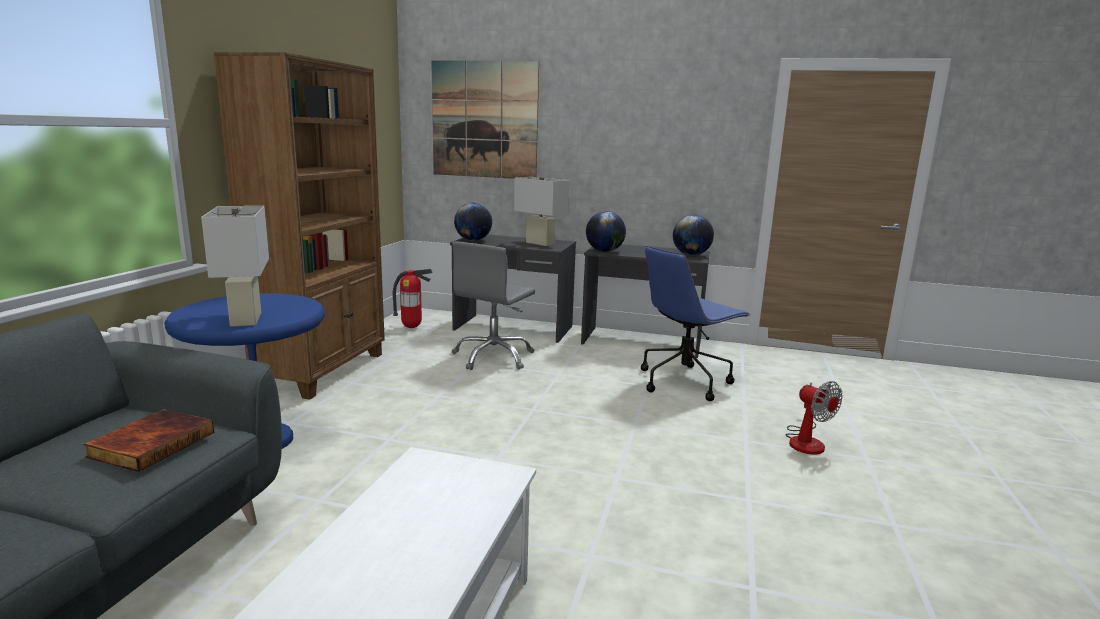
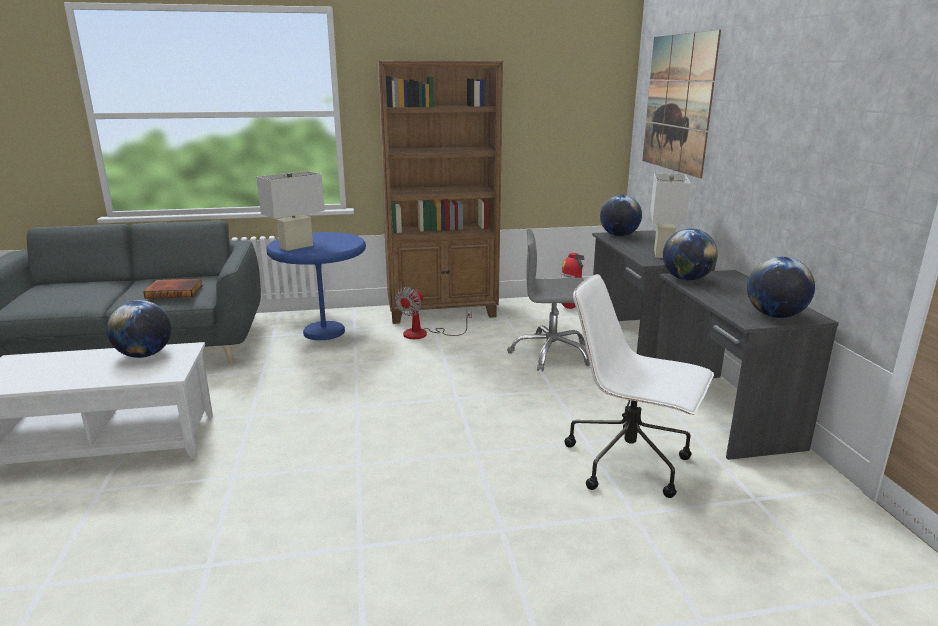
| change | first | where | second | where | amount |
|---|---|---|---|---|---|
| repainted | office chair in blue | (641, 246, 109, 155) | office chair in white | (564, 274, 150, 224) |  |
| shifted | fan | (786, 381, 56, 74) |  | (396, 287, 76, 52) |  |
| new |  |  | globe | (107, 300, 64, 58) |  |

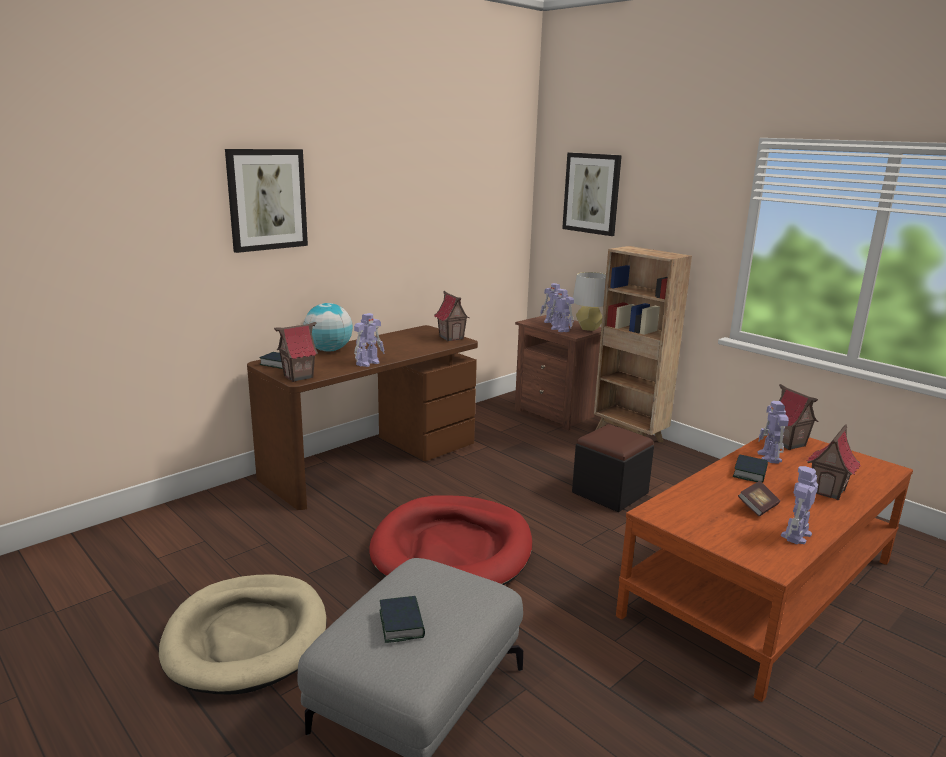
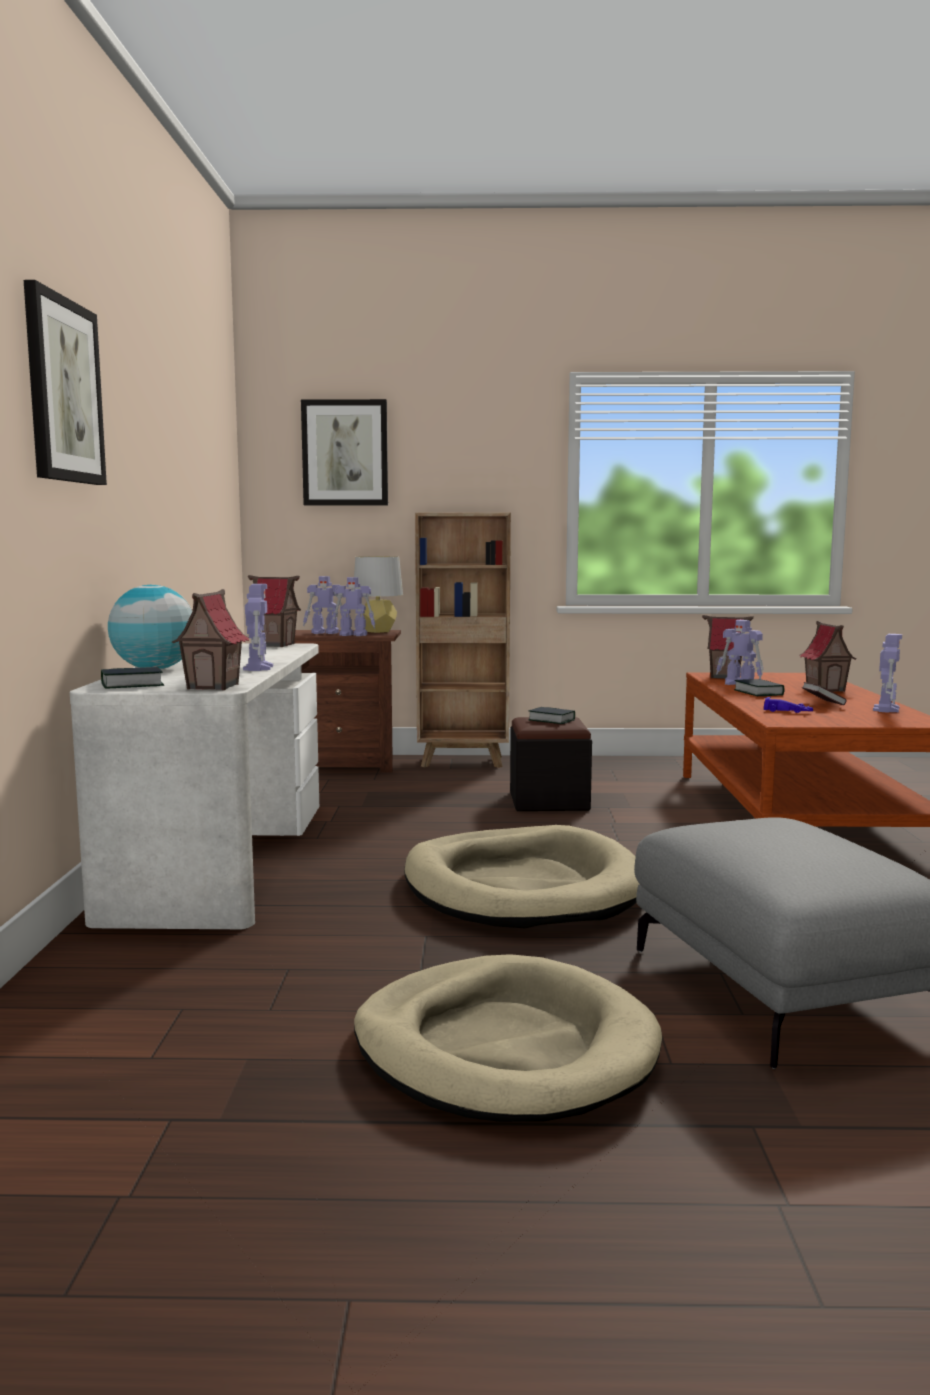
| change | first | where | second | where | amount |
|---|---|---|---|---|---|
| repainted | desk in brown | (247, 325, 231, 185) | desk in white | (70, 643, 249, 286) |  |
| repainted | dog bed in red | (369, 495, 163, 90) | dog bed in beige | (404, 825, 236, 103) |  |
| shifted | book | (380, 596, 45, 47) |  | (528, 707, 47, 17) |  |
| rotated | toy robot | (781, 466, 37, 79) |  | (873, 634, 29, 79) | 150 degrees counterclockwise |
| new |  |  | toy car in purple | (764, 697, 49, 16) |  |

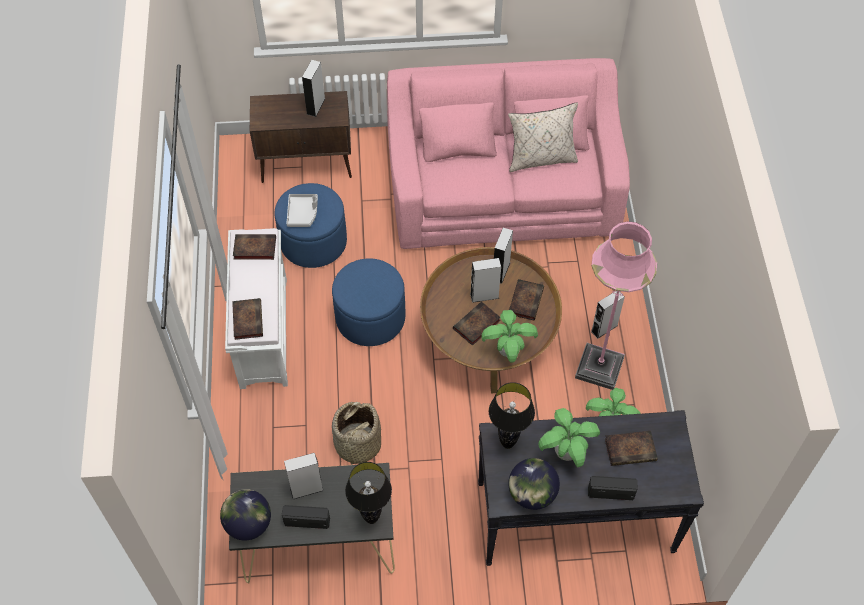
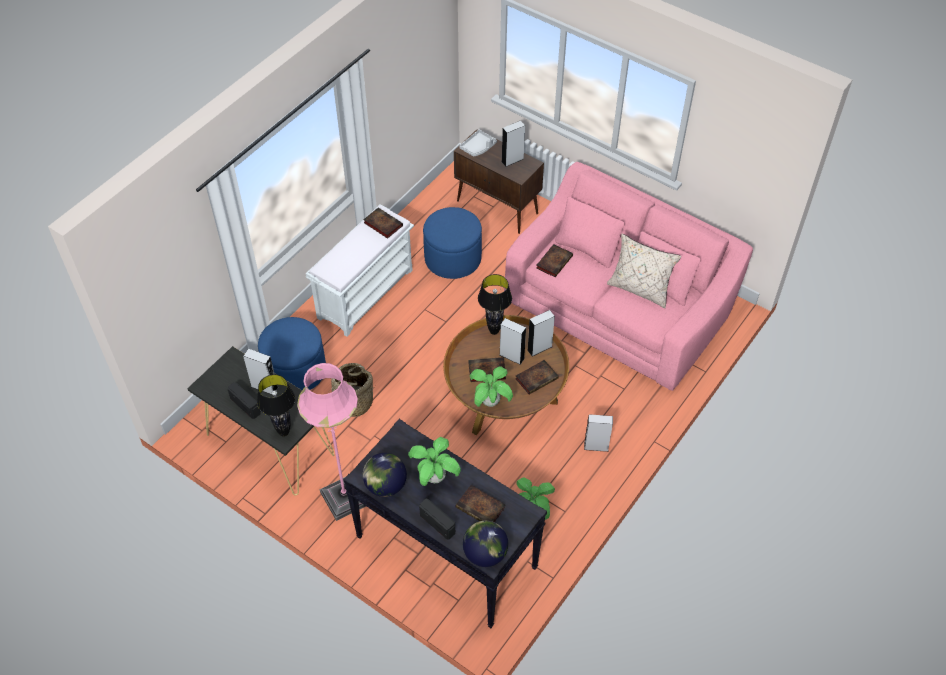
| change | first | where | second | where | amount |
|---|---|---|---|---|---|
| shifted | globe | (220, 489, 51, 51) |  | (463, 521, 45, 46) |  |
| shifted | book | (232, 298, 31, 42) |  | (536, 244, 37, 33) |  |
| shifted | tray in grey | (286, 194, 32, 33) |  | (459, 130, 38, 26) |  |
| shifted | ottoman in blue | (332, 258, 73, 88) |  | (258, 317, 68, 73) |  |
| shifted | table lamp in black | (489, 382, 46, 67) |  | (478, 274, 34, 61) |  |
| shifted | floor lamp in pink | (575, 221, 82, 169) |  | (297, 363, 69, 158) |  |

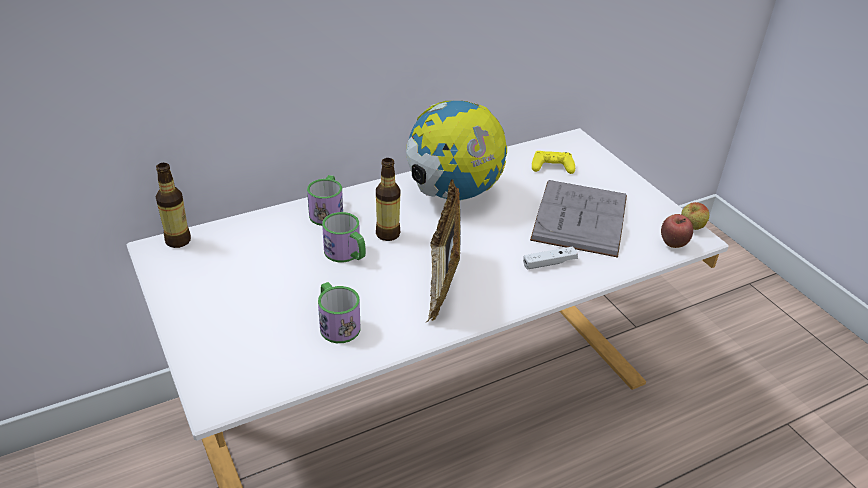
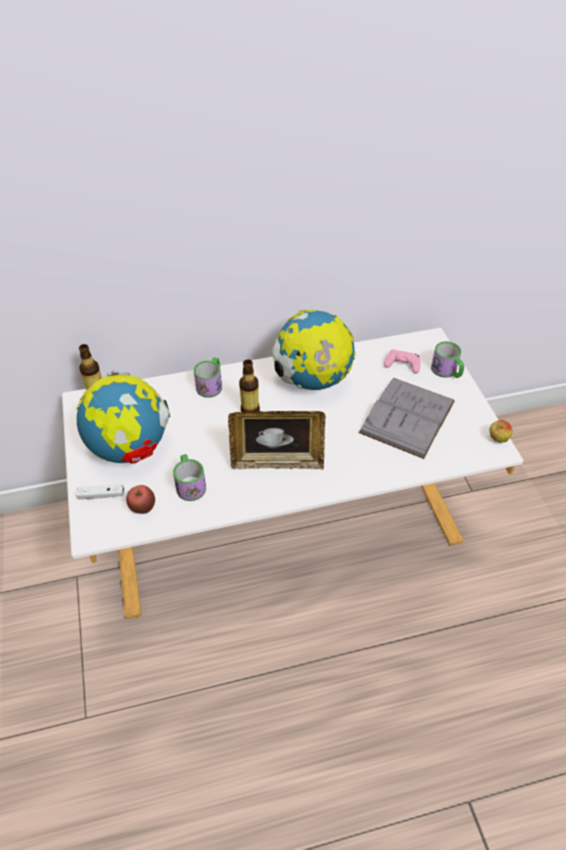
| change | first | where | second | where | amount |
|---|---|---|---|---|---|
| shifted | mug | (322, 212, 44, 50) |  | (431, 341, 33, 37) |  |
| rotated | picture frame | (427, 179, 34, 143) |  | (228, 411, 97, 59) | 105 degrees counterclockwise |
| shifted | game controller in white | (523, 247, 55, 22) |  | (76, 485, 48, 14) |  |
| repainted | game controller in yellow | (532, 151, 43, 23) | game controller in pink | (384, 349, 36, 25) |  |
| shifted | apple | (661, 214, 32, 34) |  | (126, 485, 29, 29) |  |
| new |  |  | globe | (77, 370, 93, 93) |  |

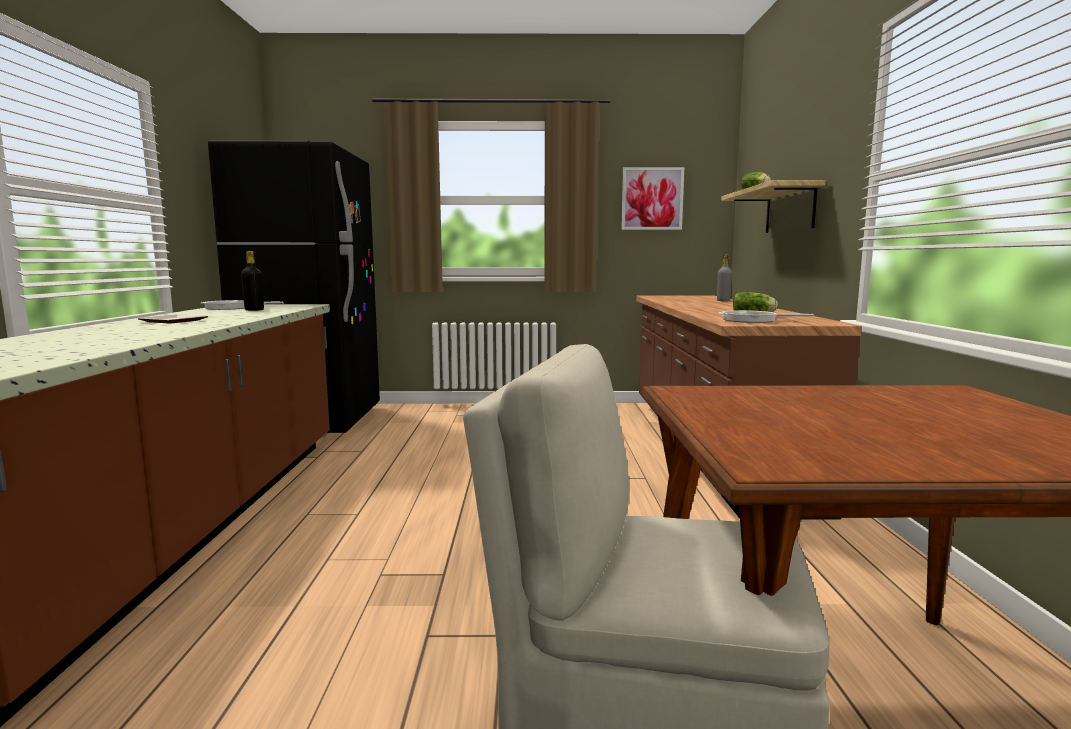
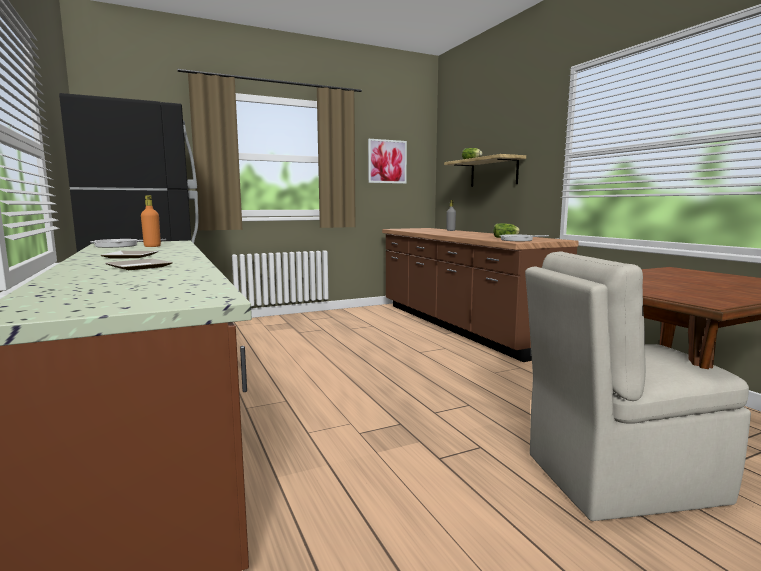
| change | first | where | second | where | amount |
|---|---|---|---|---|---|
| repainted | bottle in black | (241, 251, 23, 60) | bottle in orange | (141, 195, 20, 52) |  |
| new |  |  | plate | (105, 259, 68, 11) |  |

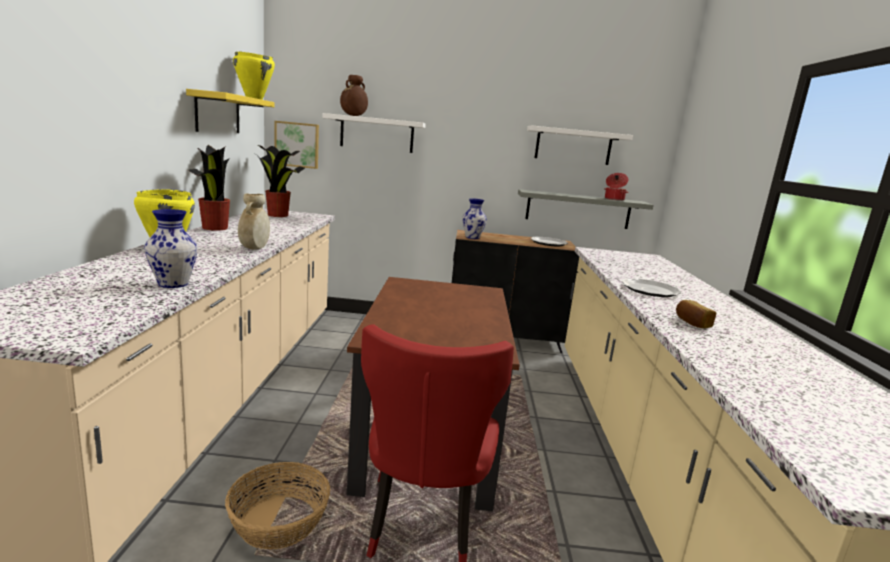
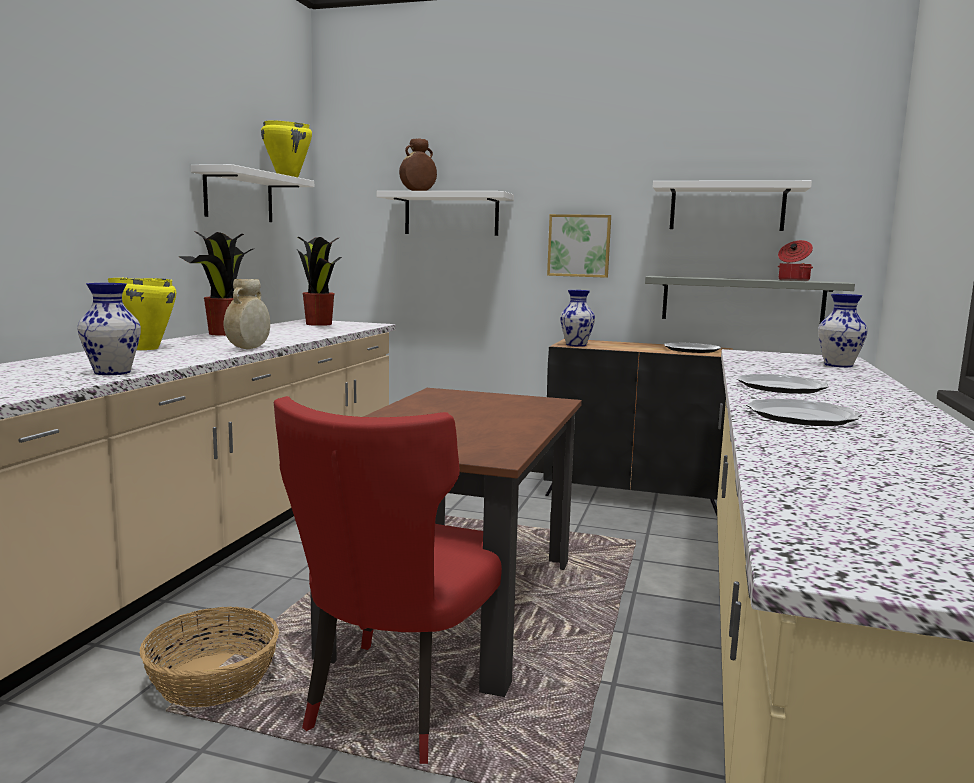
| change | first | where | second | where | amount |
|---|---|---|---|---|---|
| repainted | shelf in yellow | (186, 89, 89, 44) | shelf in white | (191, 164, 123, 58) |  |
| shifted | picture | (275, 121, 44, 48) |  | (547, 214, 64, 64) |  |
| swapped | bread | (676, 300, 40, 28) | plate | (746, 399, 116, 27) |  |
| new |  |  | vase | (818, 294, 50, 73) |  |

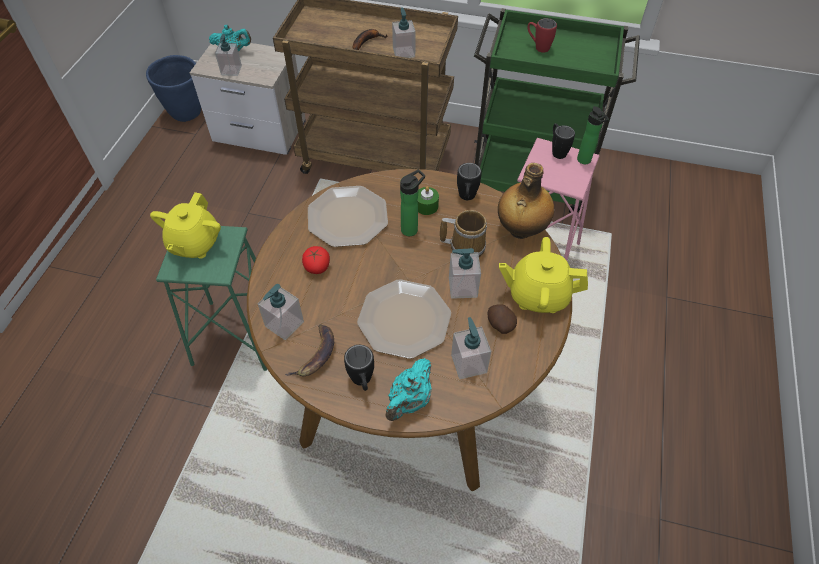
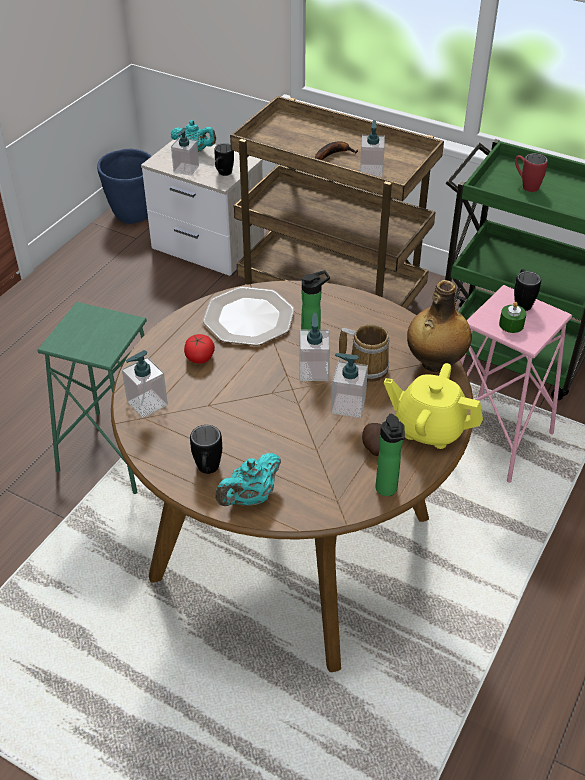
| change | first | where | second | where | amount |
|---|---|---|---|---|---|
| gone | teapot in yellow | (150, 192, 71, 67) |  |  |  |
| gone | banana | (285, 325, 49, 51) |  |  |  |
| gone | plate | (357, 279, 94, 80) |  |  |  |
| shifted | candle in green | (417, 186, 22, 29) |  | (499, 302, 28, 31) |  |
| shifted | soap dispenser | (451, 317, 40, 62) |  | (300, 313, 30, 68) |  |
| shifted | mug in black | (457, 163, 24, 37) |  | (214, 143, 20, 33) |  |
| shifted | bottle | (577, 106, 32, 58) |  | (375, 414, 30, 82) |  |

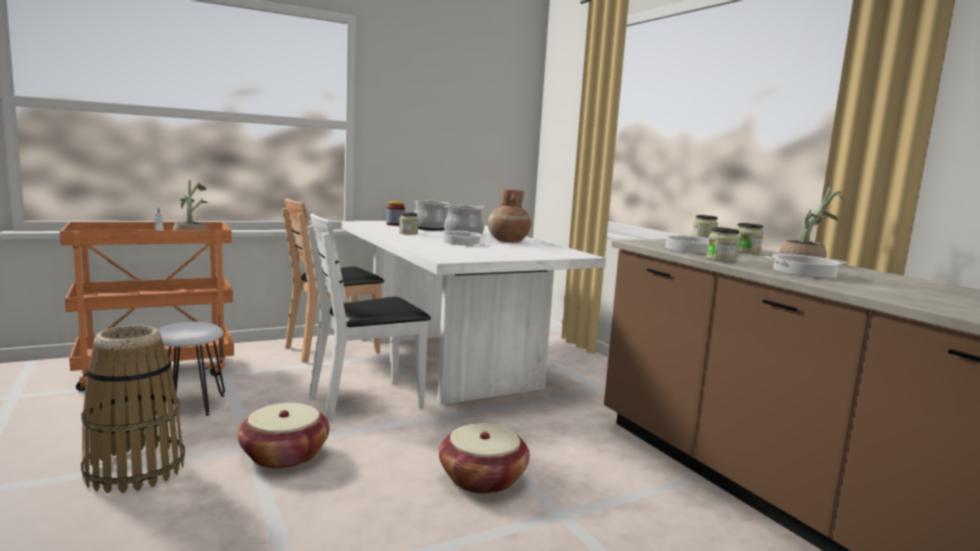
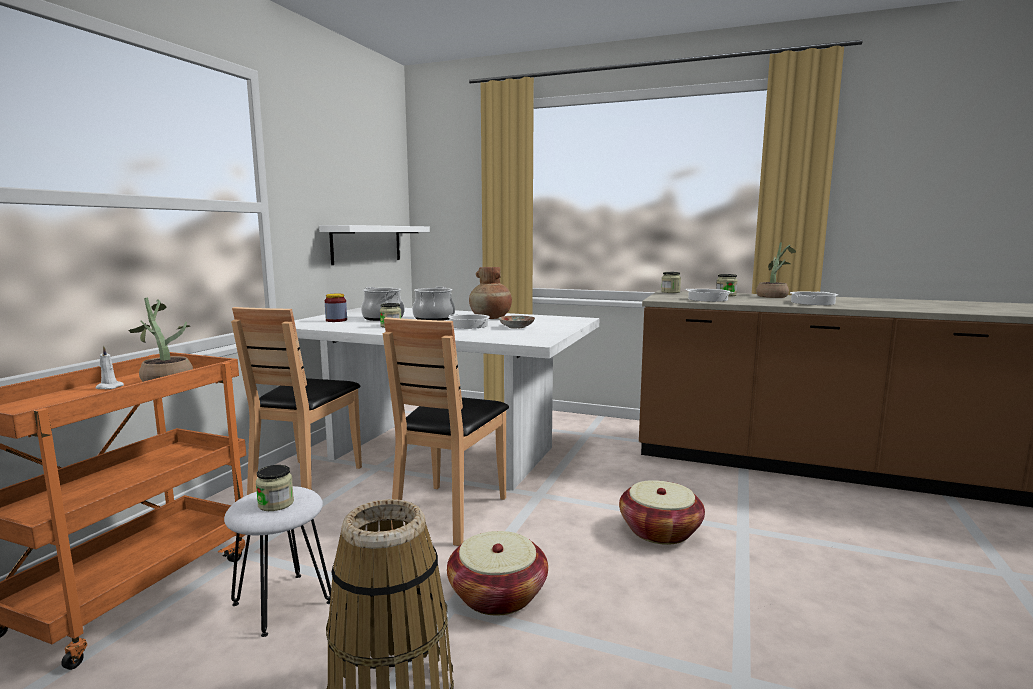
| change | first | where | second | where | amount |
|---|---|---|---|---|---|
| repainted | chair in white | (307, 213, 124, 207) | chair in brown | (383, 317, 126, 229) |  |
| shifted | jar | (706, 227, 34, 35) |  | (256, 465, 38, 46) |  |
| new |  |  | shelf in white | (319, 225, 111, 40) |  |
| new |  |  | plate | (498, 315, 37, 14) |  |

